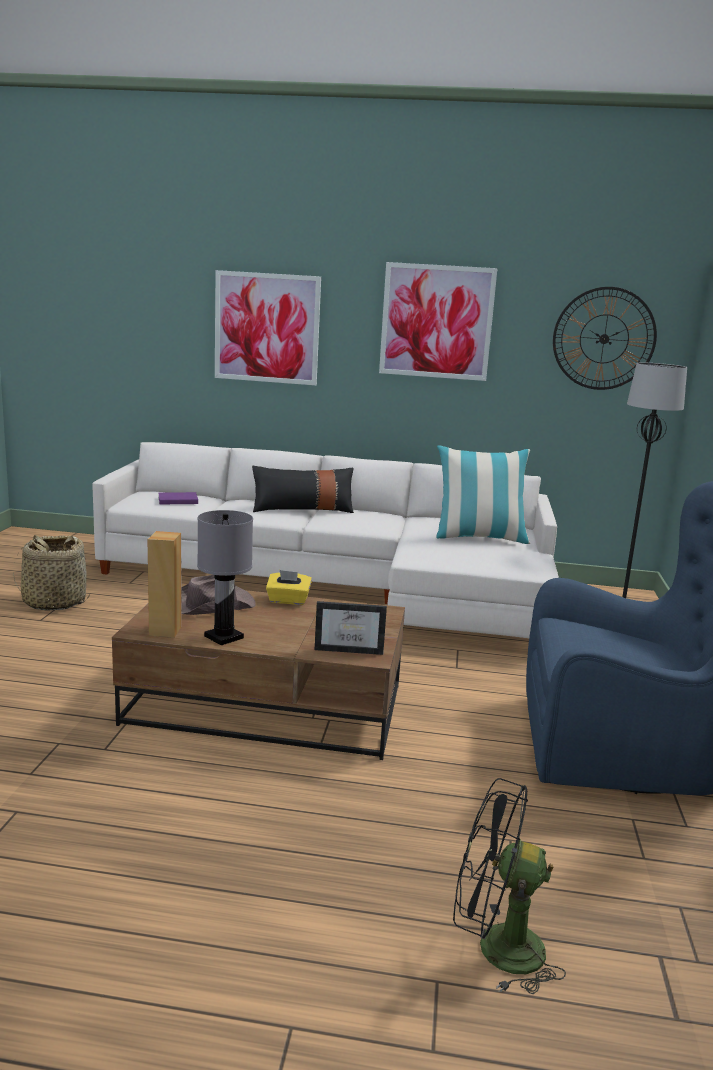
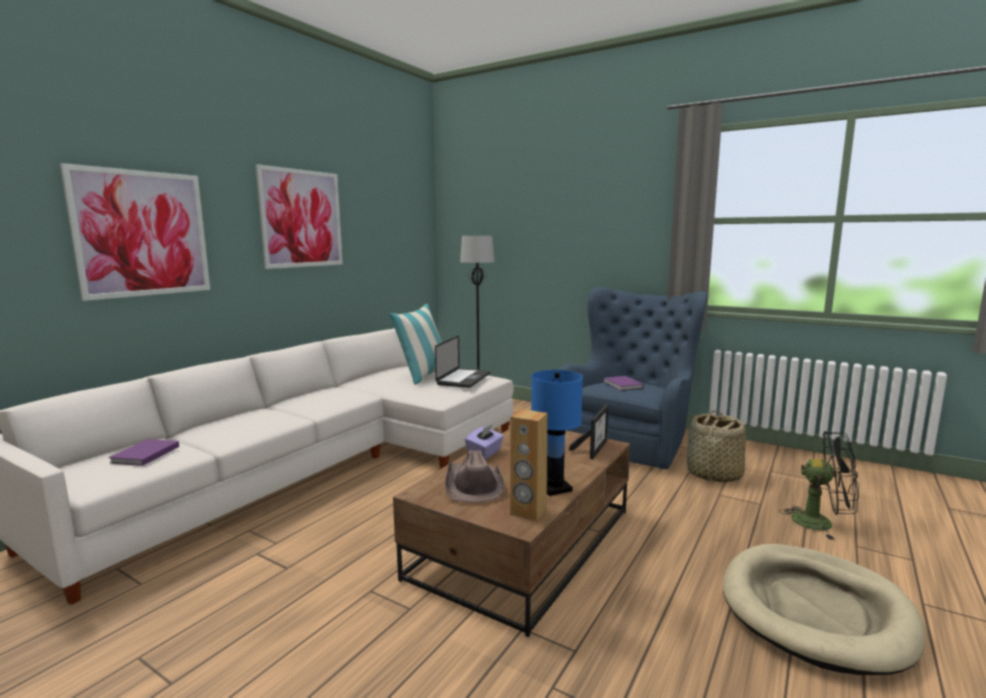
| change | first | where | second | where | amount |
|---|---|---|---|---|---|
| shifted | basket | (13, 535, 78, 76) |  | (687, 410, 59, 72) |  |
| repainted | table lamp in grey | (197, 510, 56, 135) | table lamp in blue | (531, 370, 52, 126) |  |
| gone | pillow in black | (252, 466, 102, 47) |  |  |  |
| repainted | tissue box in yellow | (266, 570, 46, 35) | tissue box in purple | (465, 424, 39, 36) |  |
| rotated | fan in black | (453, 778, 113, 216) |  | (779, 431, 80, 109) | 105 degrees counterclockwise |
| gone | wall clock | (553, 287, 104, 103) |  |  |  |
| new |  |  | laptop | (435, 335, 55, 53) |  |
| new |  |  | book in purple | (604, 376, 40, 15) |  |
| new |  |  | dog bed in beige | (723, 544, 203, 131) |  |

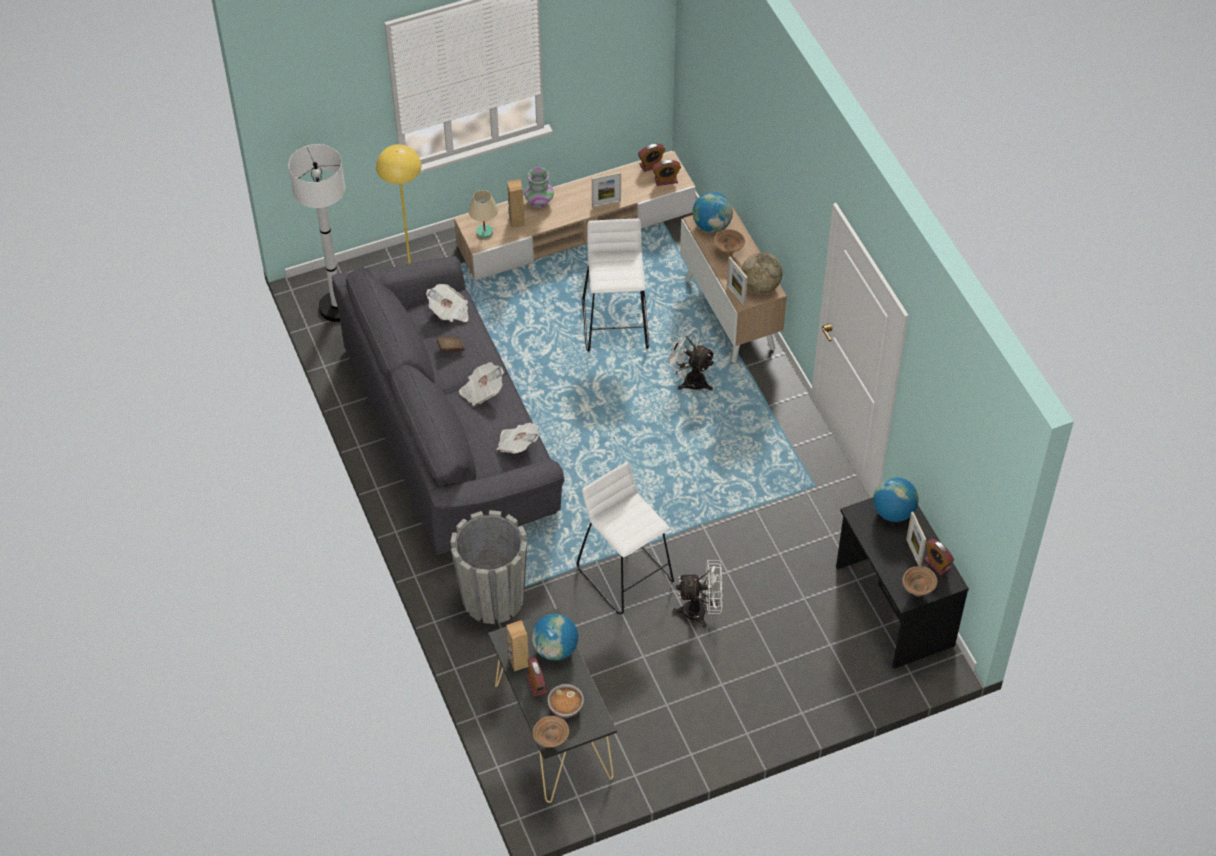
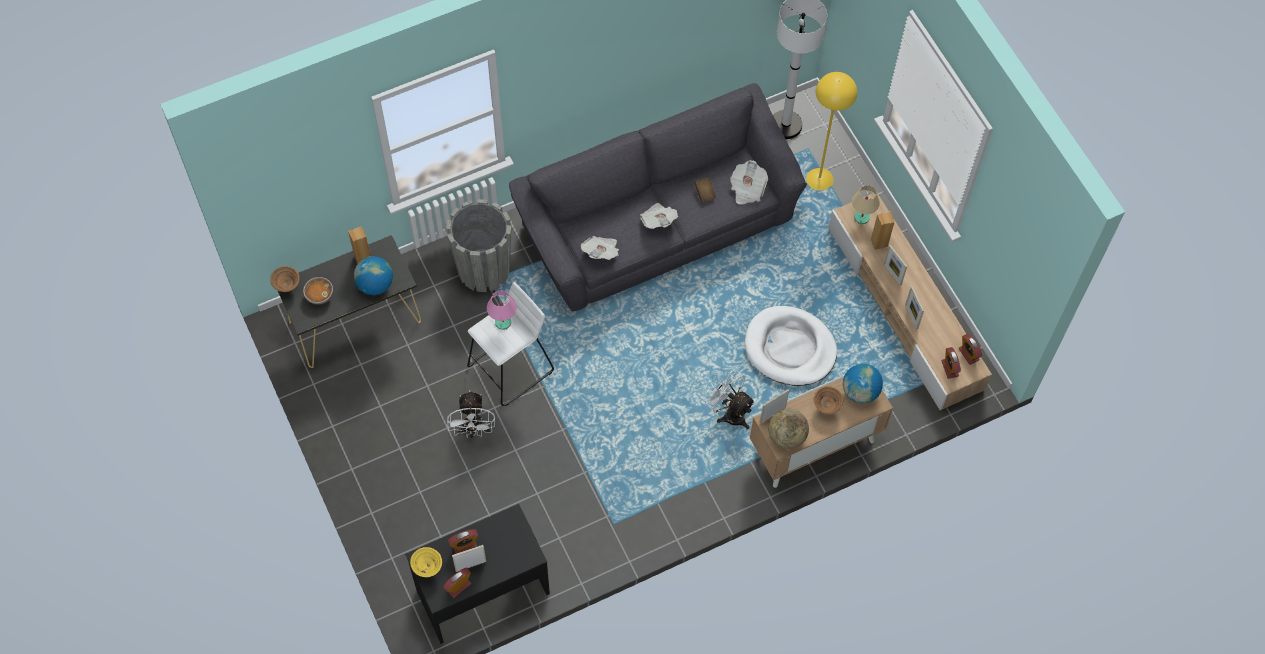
| change | first | where | second | where | amount |
|---|---|---|---|---|---|
| gone | vase | (524, 167, 30, 41) |  |  |  |
| shifted | alarm clock | (526, 657, 21, 40) |  | (448, 529, 30, 25) |  |
| swapped | stool in white | (582, 218, 67, 134) | dog bed in white | (745, 306, 92, 80) |  |
| rotated | fan in white | (664, 325, 51, 66) |  | (706, 369, 49, 60) | 75 degrees counterclockwise |
| gone | globe | (873, 477, 45, 45) |  |  |  |
| repainted | bowl in brown | (902, 566, 35, 31) | bowl in yellow | (410, 547, 32, 30) |  |
| new |  |  | table lamp in pink | (487, 291, 30, 39) |  |
| new |  |  | picture frame | (884, 245, 23, 41) |  |

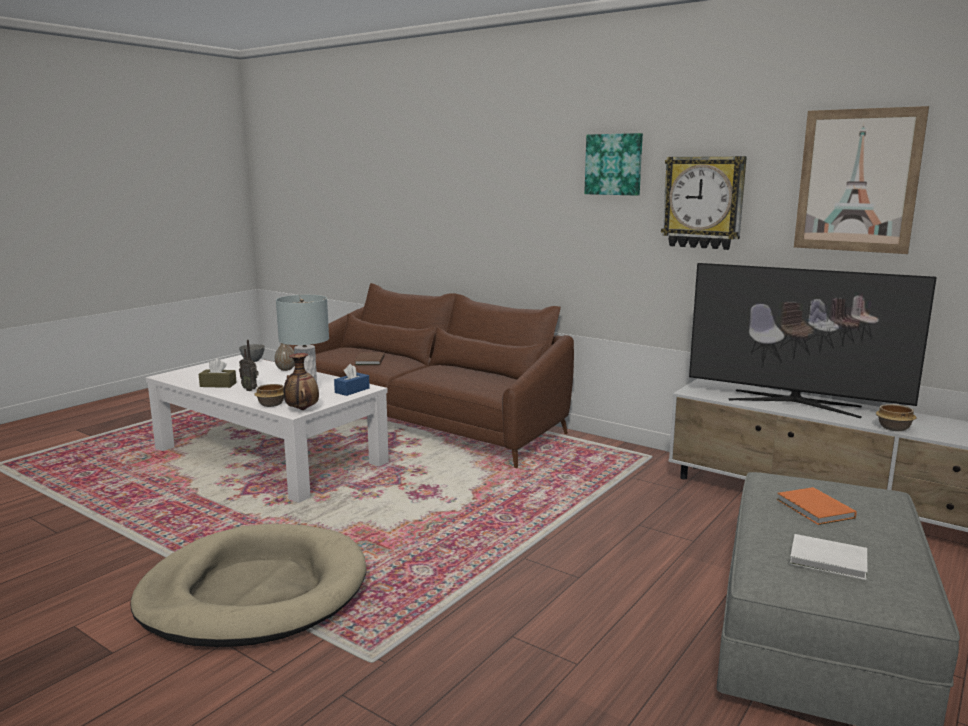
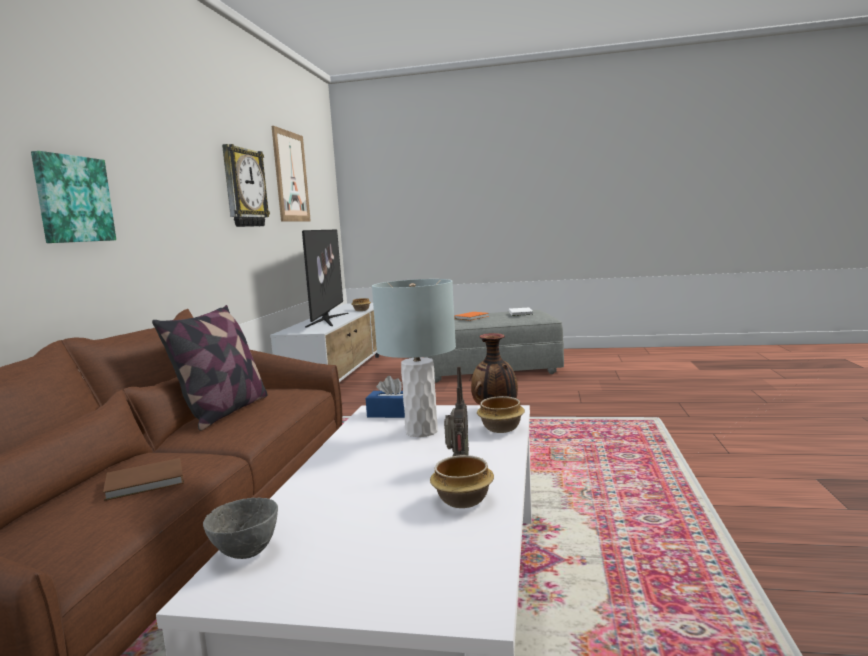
| change | first | where | second | where | amount |
|---|---|---|---|---|---|
| gone | dog bed in beige | (131, 524, 236, 123) |  |  |  |
| swapped | tissue box in brown | (199, 359, 38, 29) | bowl | (430, 455, 64, 53) |  |
| gone | vase | (275, 343, 20, 28) |  |  |  |
| shifted | picture | (584, 133, 59, 63) |  | (31, 151, 85, 92) |  |
| new |  |  | pillow | (152, 305, 116, 126) |  |

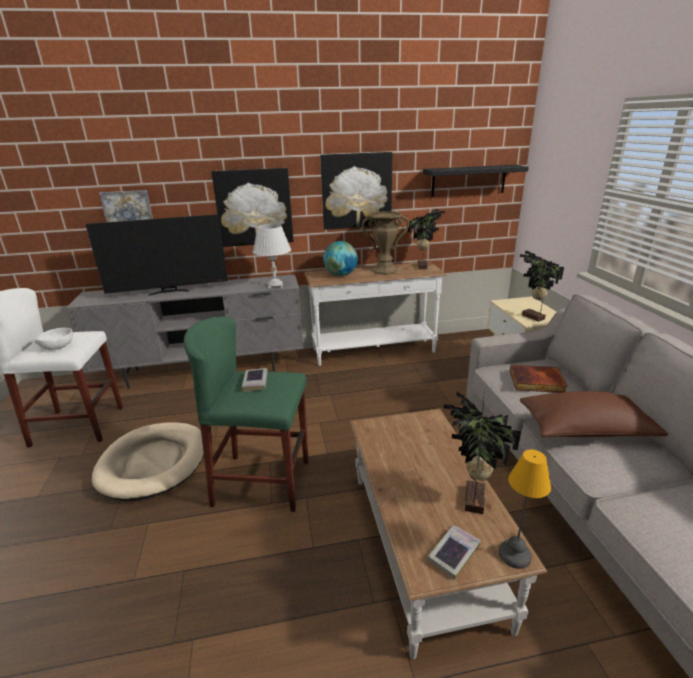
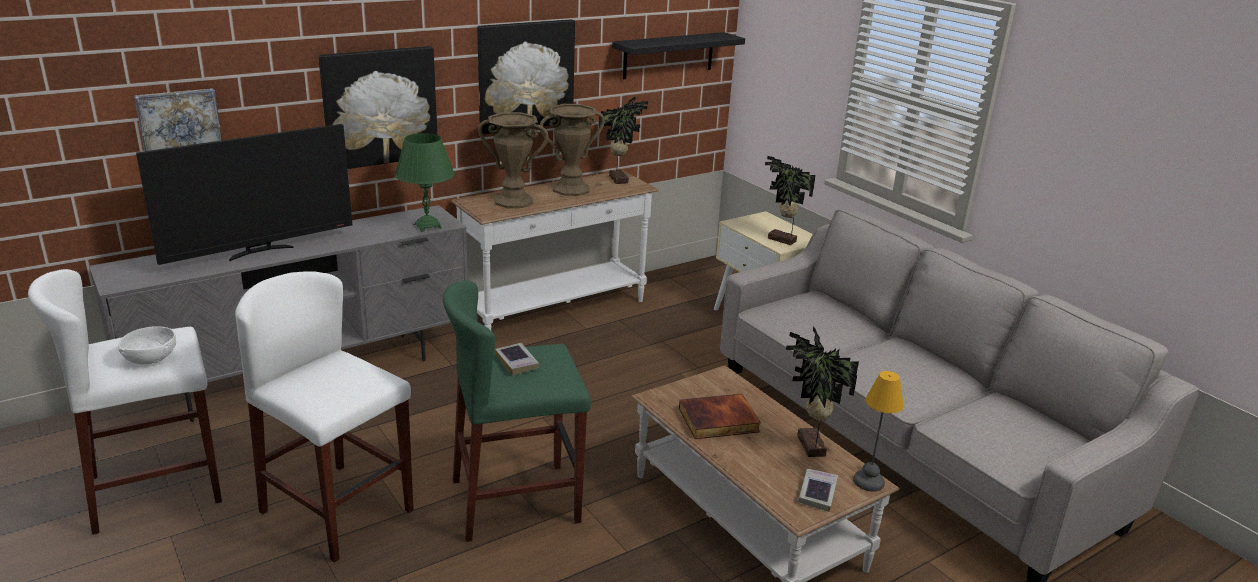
| change | first | where | second | where | amount |
|---|---|---|---|---|---|
| swapped | dog bed in beige | (92, 422, 112, 79) | stool in white | (235, 272, 179, 291) |  |
| repainted | table lamp in white | (253, 224, 38, 65) | table lamp in green | (395, 133, 60, 99) |  |
| swapped | globe | (323, 241, 35, 35) | vase in brown | (478, 112, 71, 96) |  |
| shifted | book | (510, 365, 57, 28) |  | (679, 394, 82, 45) |  |
| gone | pillow in brown | (520, 391, 148, 46) |  |  |  |

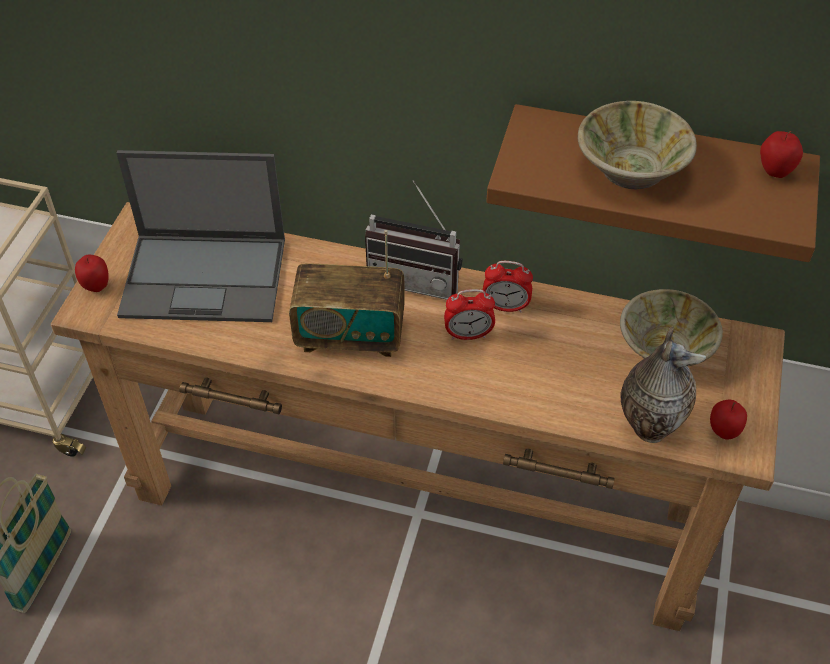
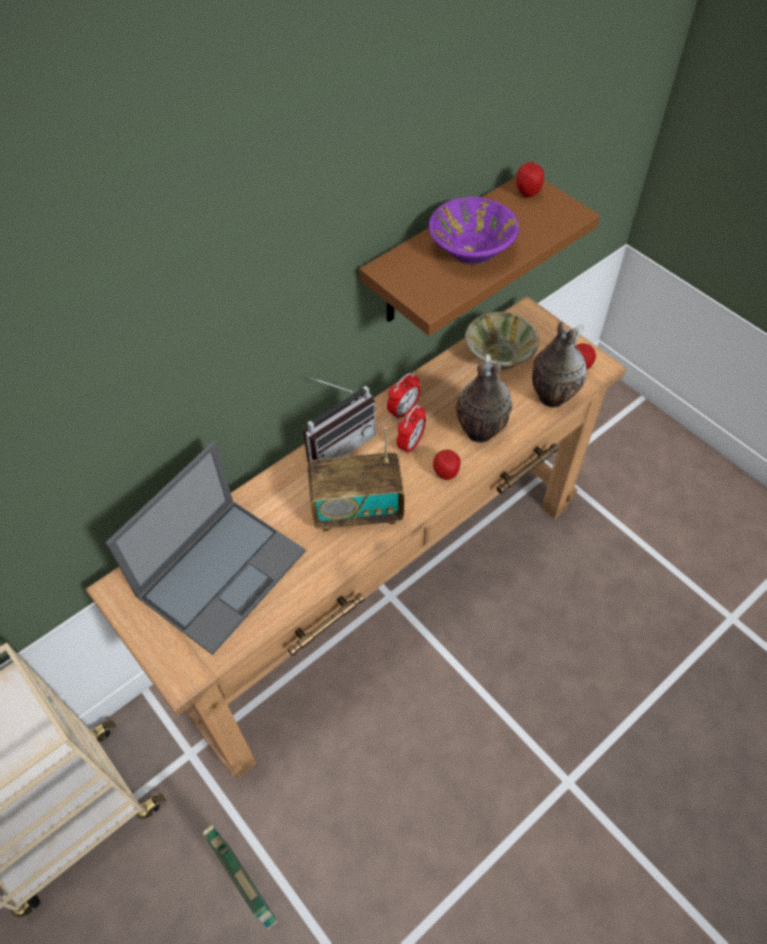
| change | first | where | second | where | amount |
|---|---|---|---|---|---|
| shifted | apple | (75, 255, 34, 37) |  | (433, 450, 28, 30) |  |
| rotated | radio | (289, 230, 116, 127) |  | (308, 427, 96, 104) | 45 degrees clockwise |
| repainted | bowl in beige | (578, 101, 119, 89) | bowl in purple | (429, 197, 90, 68) |  |
| new |  |  | vase | (456, 354, 57, 89) |  |

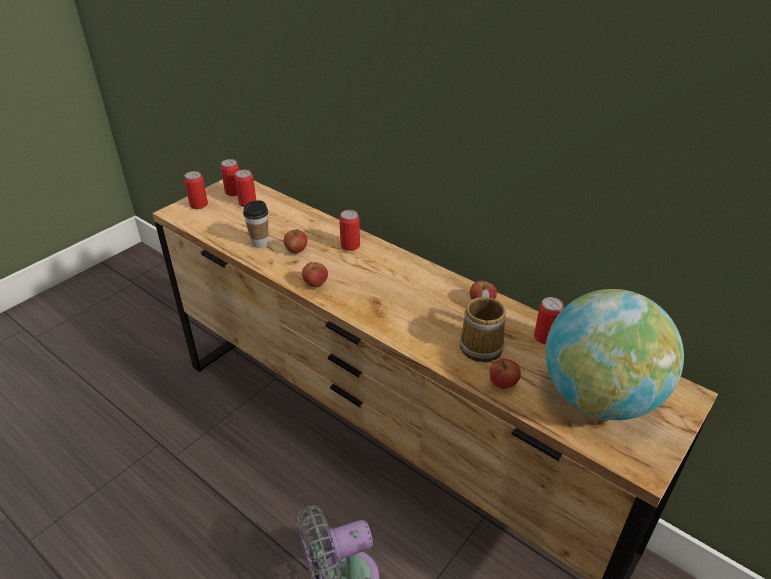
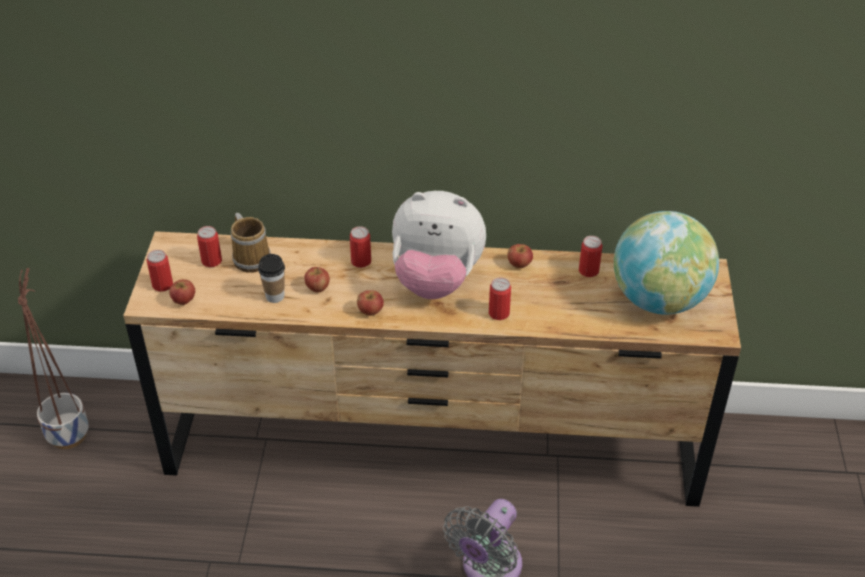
| change | first | where | second | where | amount |
|---|---|---|---|---|---|
| shifted | can | (221, 159, 18, 37) |  | (489, 278, 22, 42) |  |
| shifted | mug | (459, 290, 47, 72) |  | (231, 213, 40, 60) |  |
| shifted | apple | (489, 359, 32, 30) |  | (169, 279, 26, 26) |  |
| new |  |  | planter | (18, 268, 71, 181) |  |
| new |  |  | plush toy | (392, 191, 94, 108) |  |

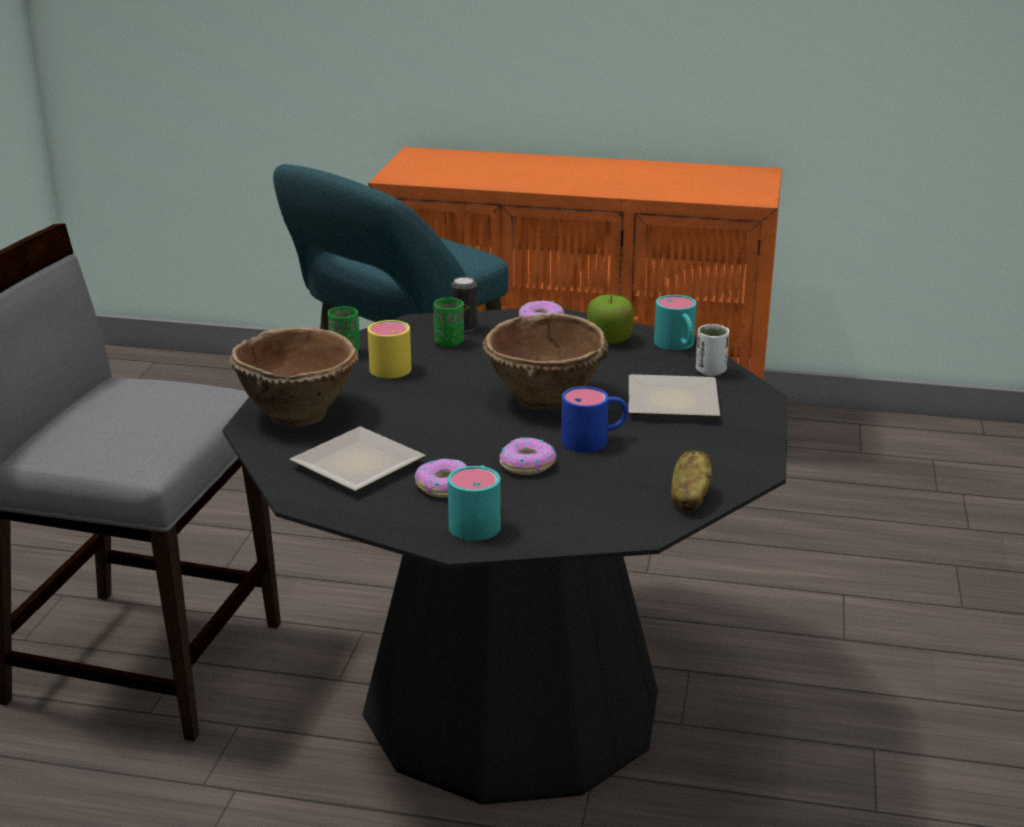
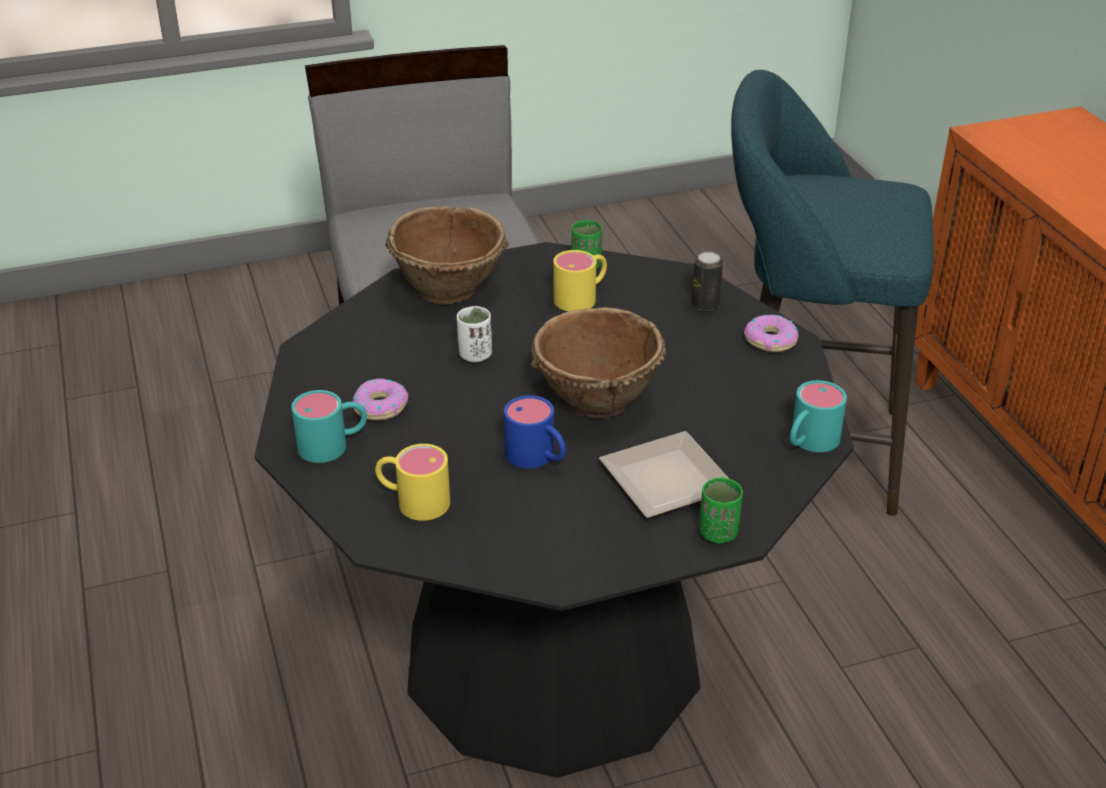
| change | first | where | second | where | amount |
|---|---|---|---|---|---|
| gone | plate | (290, 427, 135, 64) |  |  |  |
| shifted | cup in green | (434, 297, 30, 50) |  | (699, 477, 44, 66) |  |
| gone | donut | (499, 437, 58, 38) |  |  |  |
| gone | apple | (587, 294, 47, 50) |  |  |  |
| gone | potato | (671, 450, 41, 61) |  |  |  |
| shifted | cup in white | (696, 324, 33, 52) |  | (457, 306, 35, 56) |  |
| new |  |  | mug in yellow | (375, 444, 75, 77) |  |

